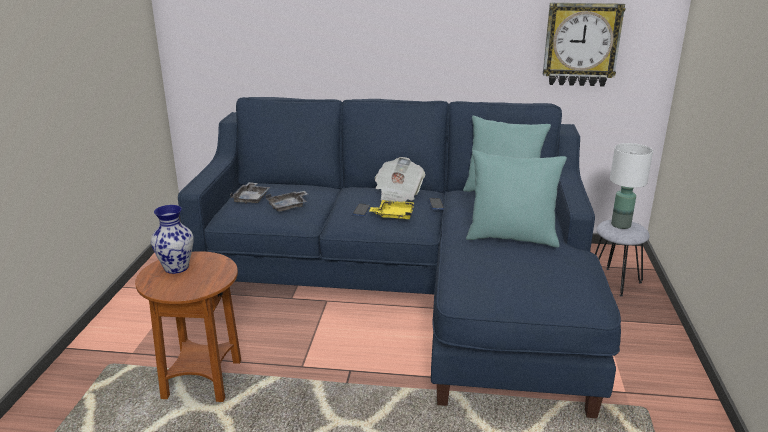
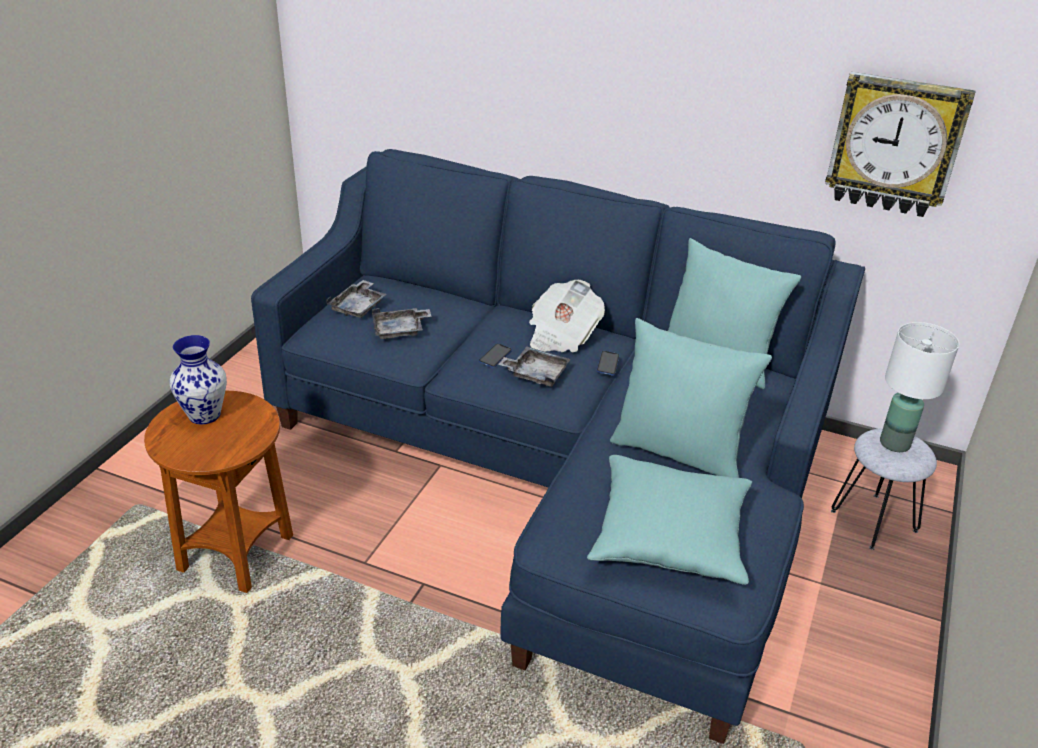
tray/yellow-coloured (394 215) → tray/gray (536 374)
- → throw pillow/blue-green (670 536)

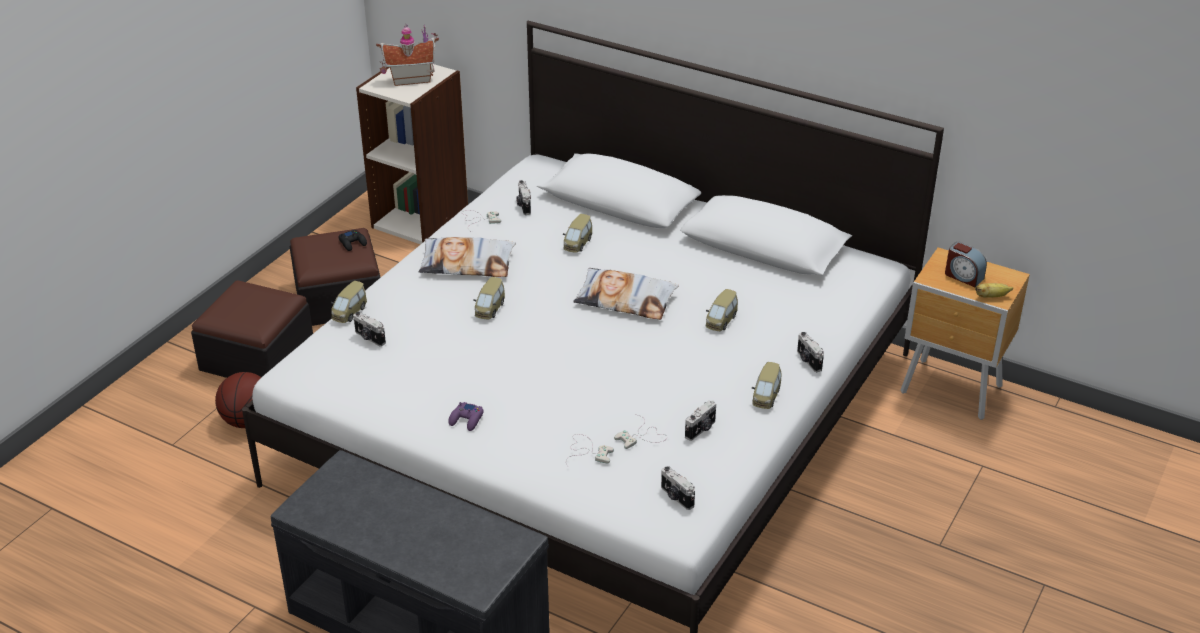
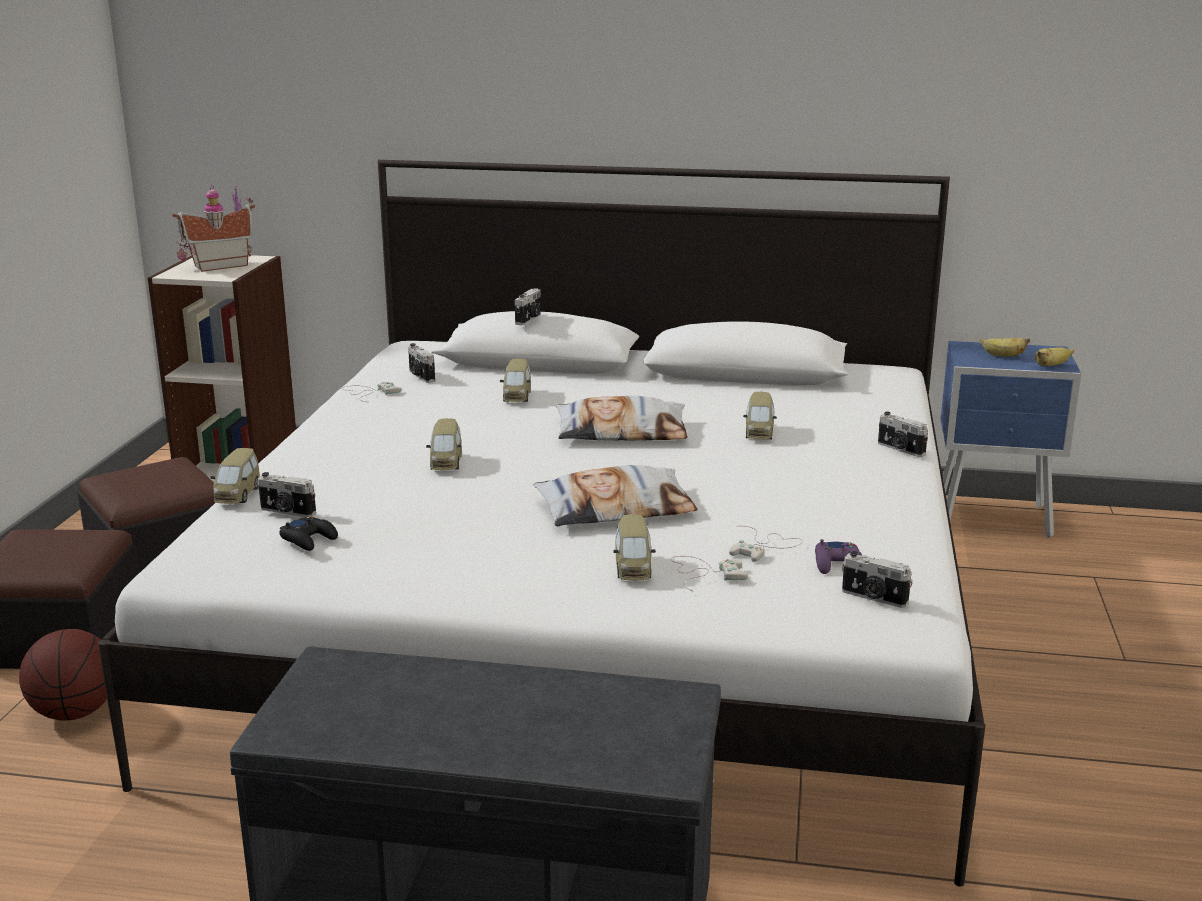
joypad/black-coloured (353 243) → joypad/black-coloured (309 539), moved
throw pillow (467 263) → throw pillow (615 509), moved
joypad/purplish (466 420) → joypad/purplish (838 564), moved
still camera (701 430) → still camera (529 319), moved
model car (766 396) → model car (633 568), moved
nightstand/brown (952 391) → nightstand/blue-coloured (995 519)
bedside clock (963 276) → whole banana (1002 356)

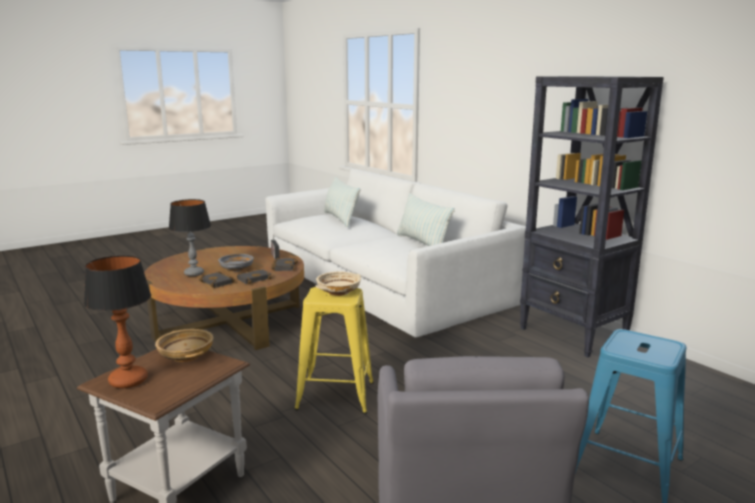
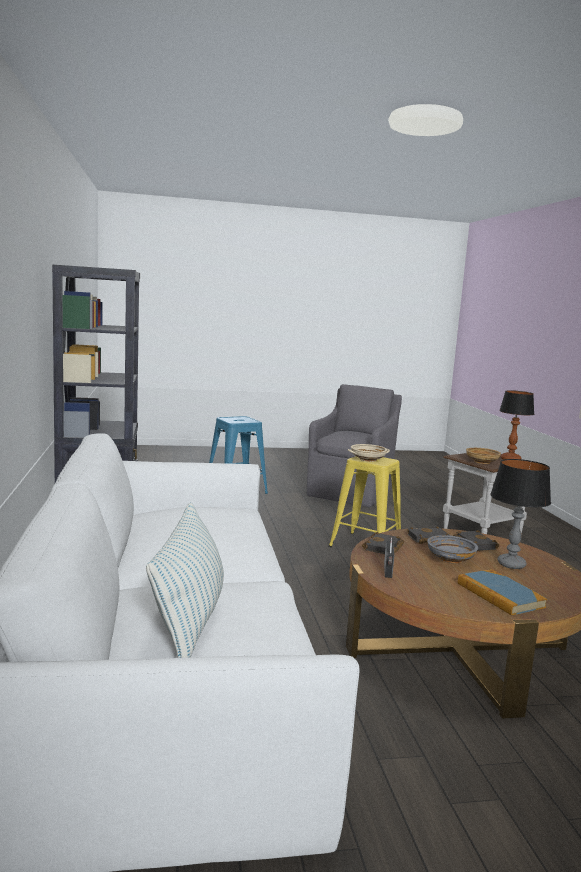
throw pillow (422 243) → -
- → volume (500 595)

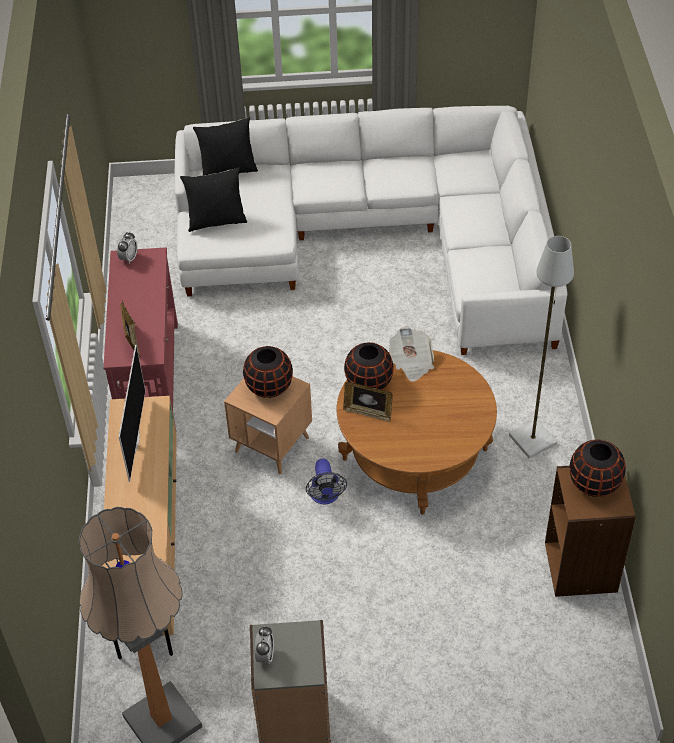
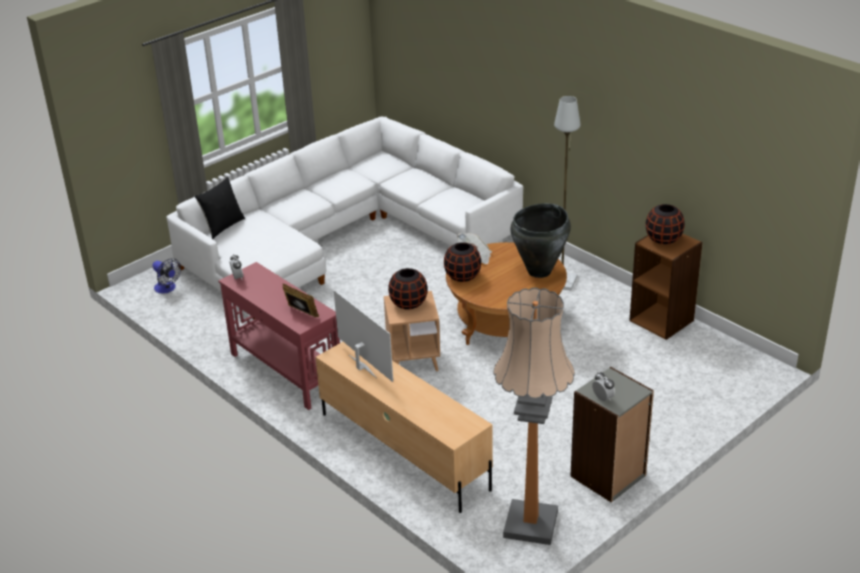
throw pillow/black-coloured (216 220) → -
electric fan (325 497) → electric fan (167 289), moved
standing frame (368 412) → -
- → decorative vase/black-coloured (539 271)

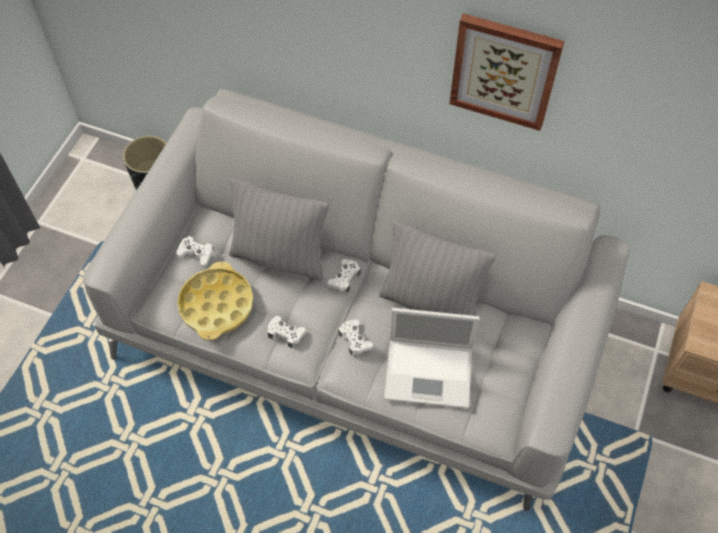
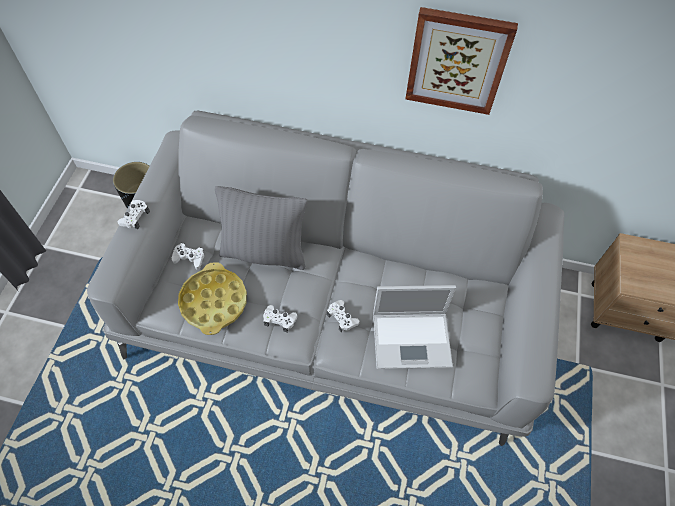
joypad/whitish (344 278) → joypad/whitish (135 217), moved
throw pillow/gray (431 302) → -

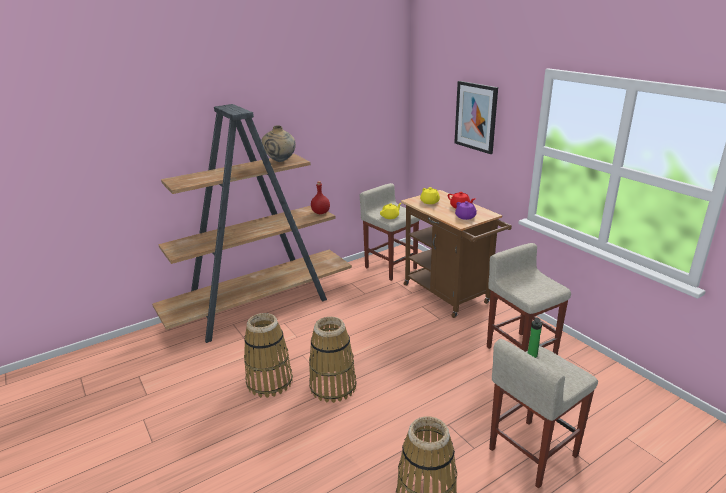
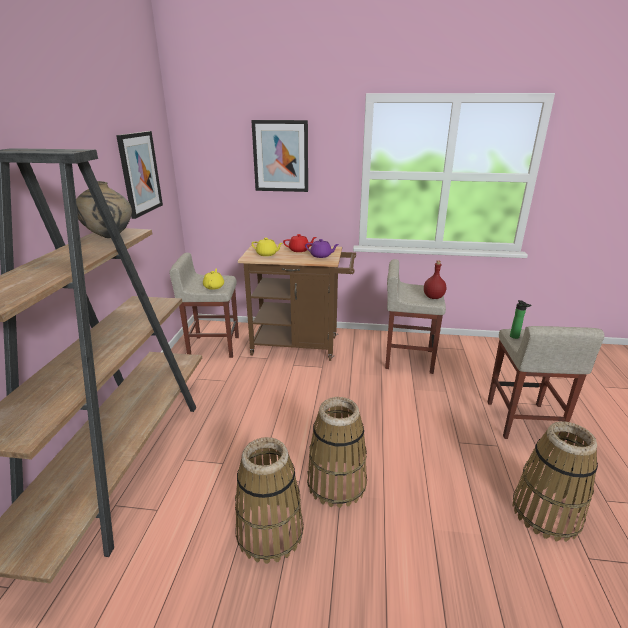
bottle/red (320 213) → bottle/red (434 297), moved
- → wall art (140 173)

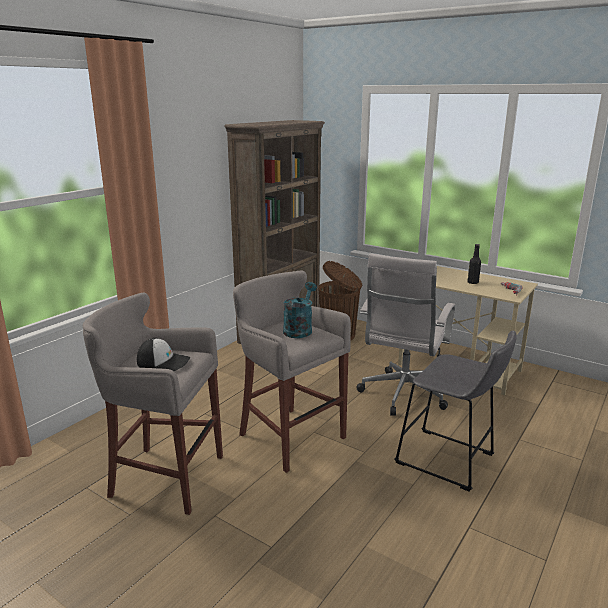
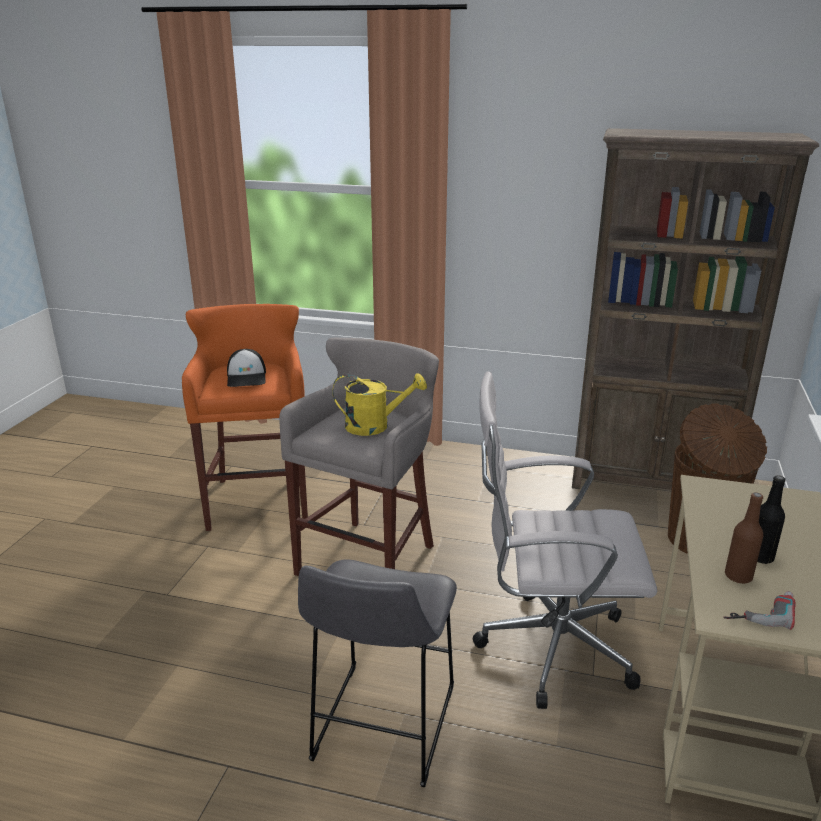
stool/gray (164 477) → stool/orangey (259 499)
watering can/blue-green (299 329) → watering can/yellow-coloured (375 426)
- → bottle/brown (738 576)

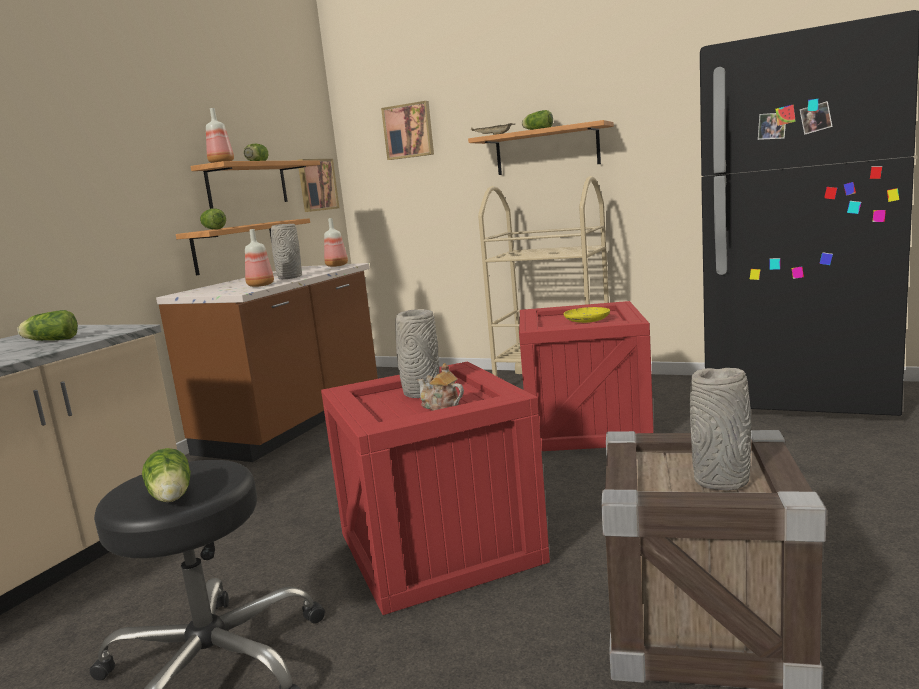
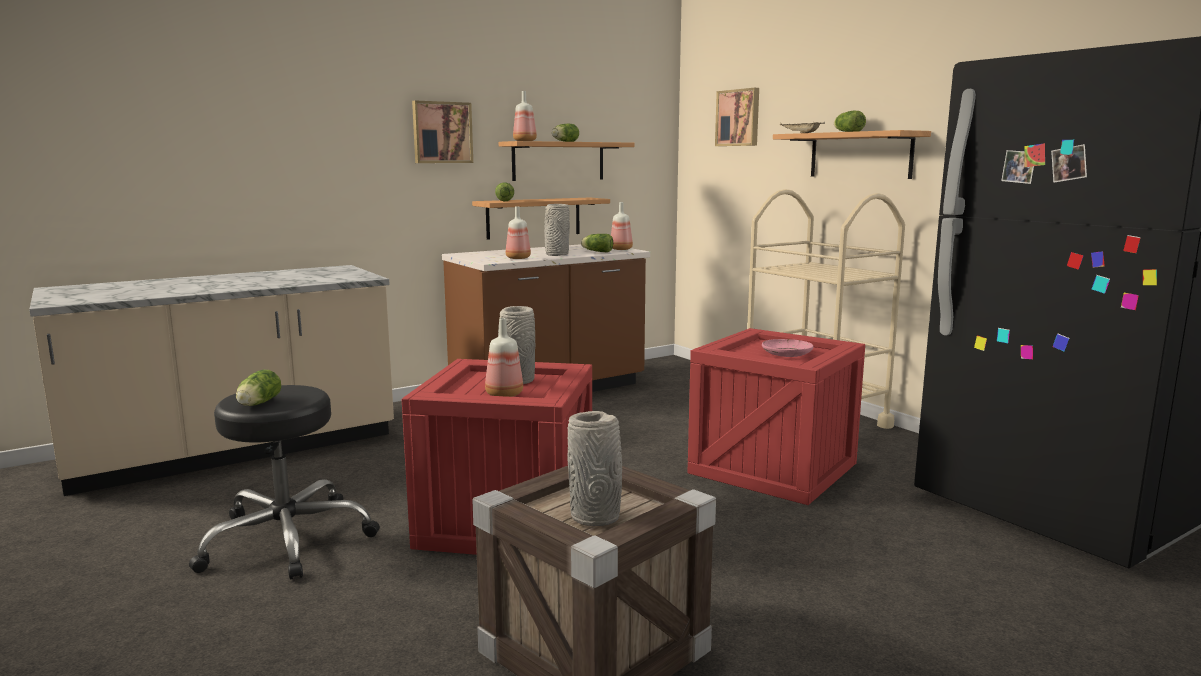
lettuce head (50 340) → lettuce head (596 251), moved
wall art (316 185) → wall art (442 132), moved
pot for tea (440 406) → bottle (503 395)
dinner plate/yellow-coloured (587 320) → dinner plate/pinkish (786 354)

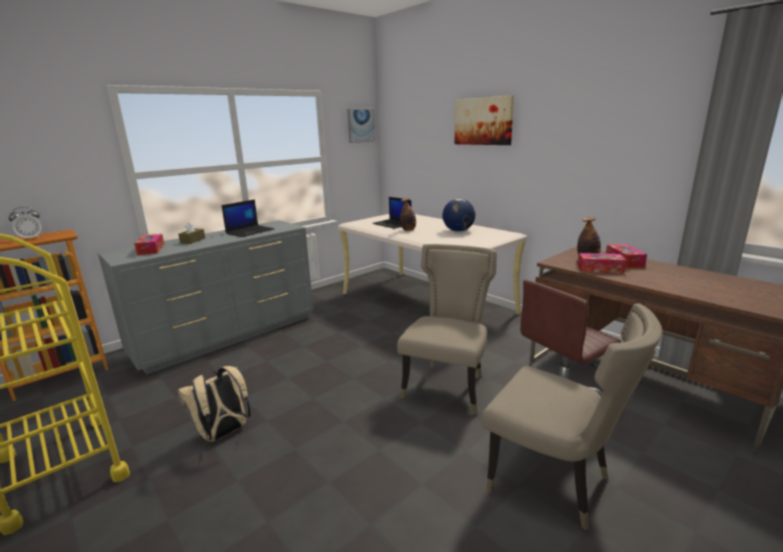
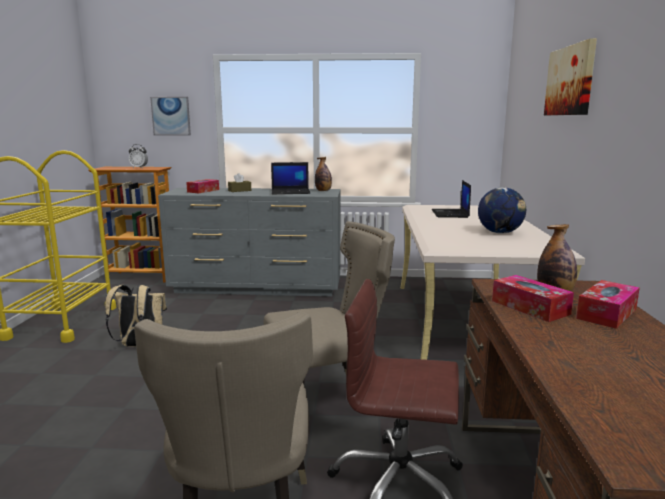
wall art (360 125) → wall art (171 116), moved
bottle (408 230) → bottle (323 191), moved

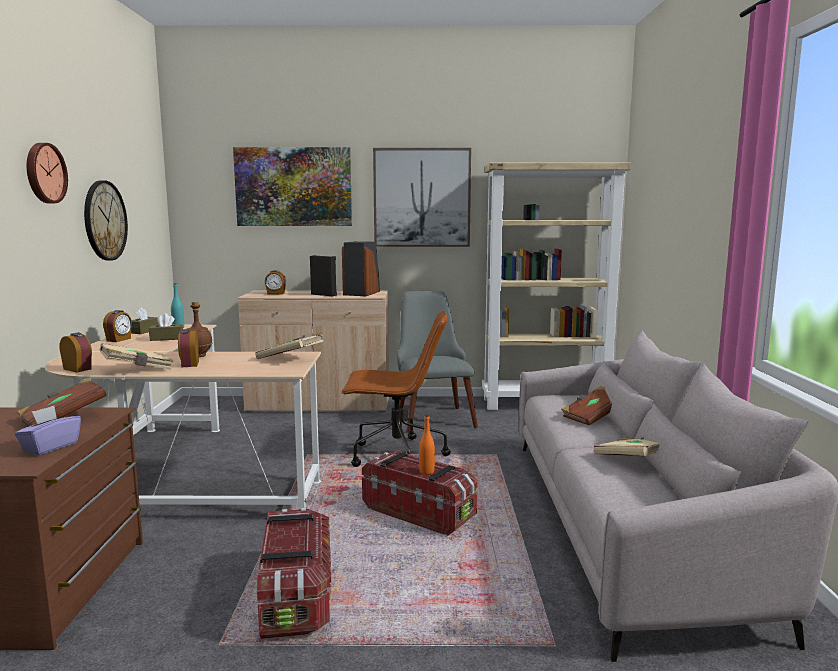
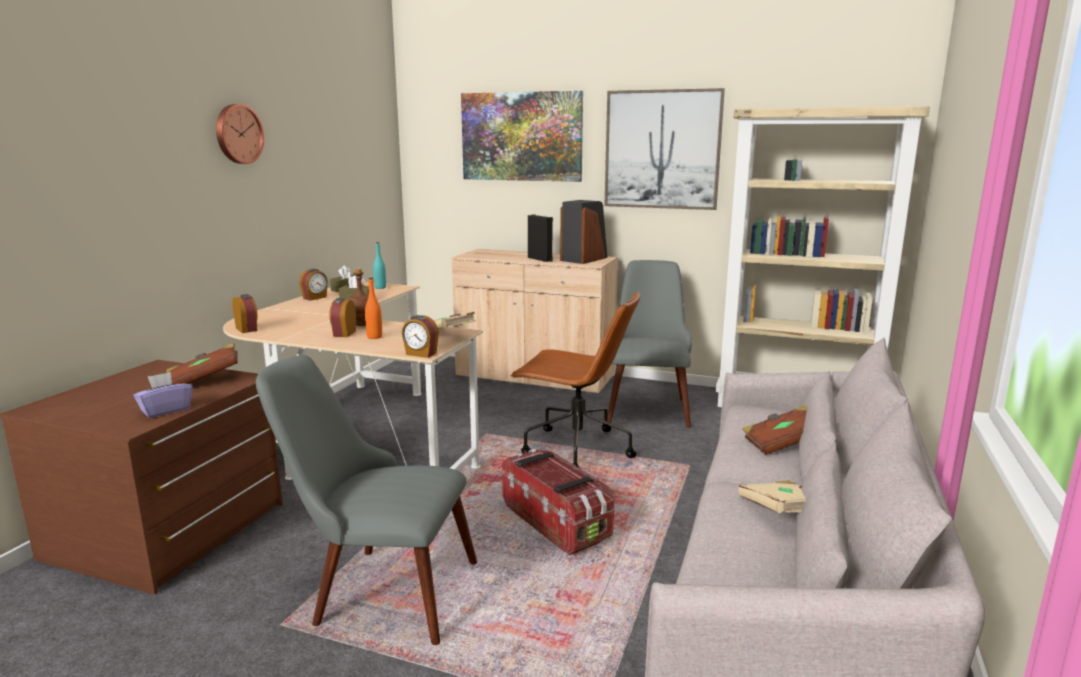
wall clock (105 220) → -
volume/beige-coloured (137 369) → -
storage container (296 596) → plain chair/gray (377 591)
bedside clock (275 293) → bedside clock (421 354), moved
bottle/orangey (426 472) → bottle/orangey (374 337), moved

